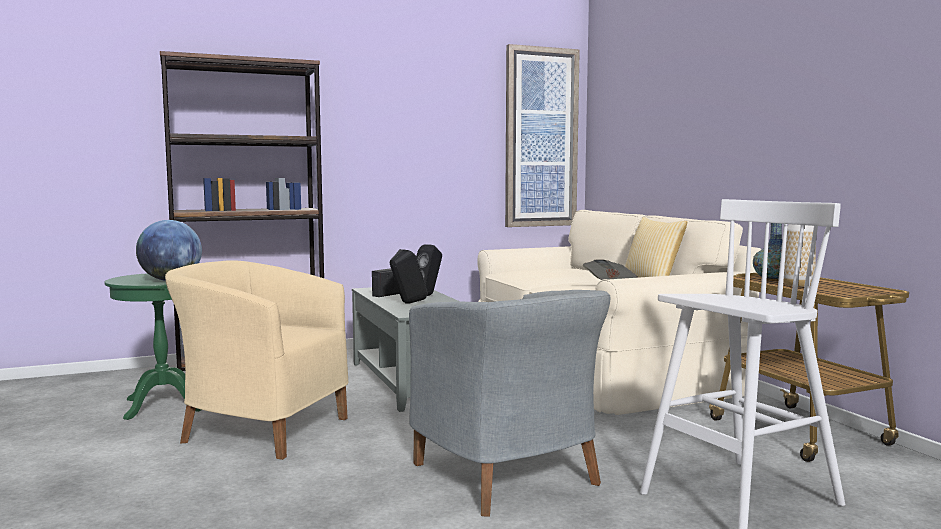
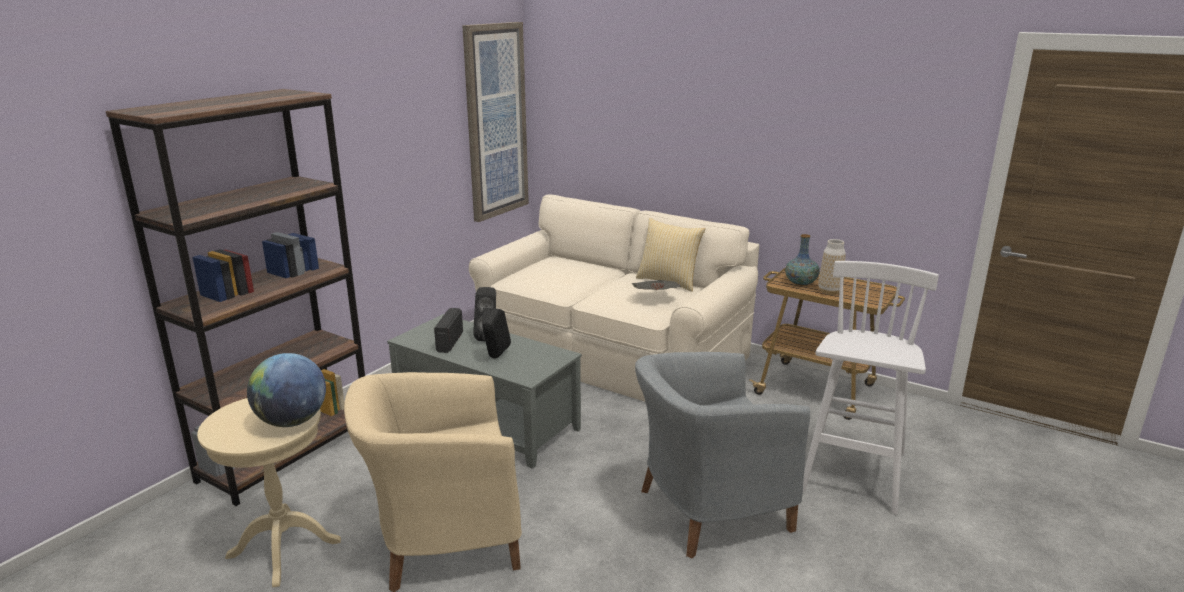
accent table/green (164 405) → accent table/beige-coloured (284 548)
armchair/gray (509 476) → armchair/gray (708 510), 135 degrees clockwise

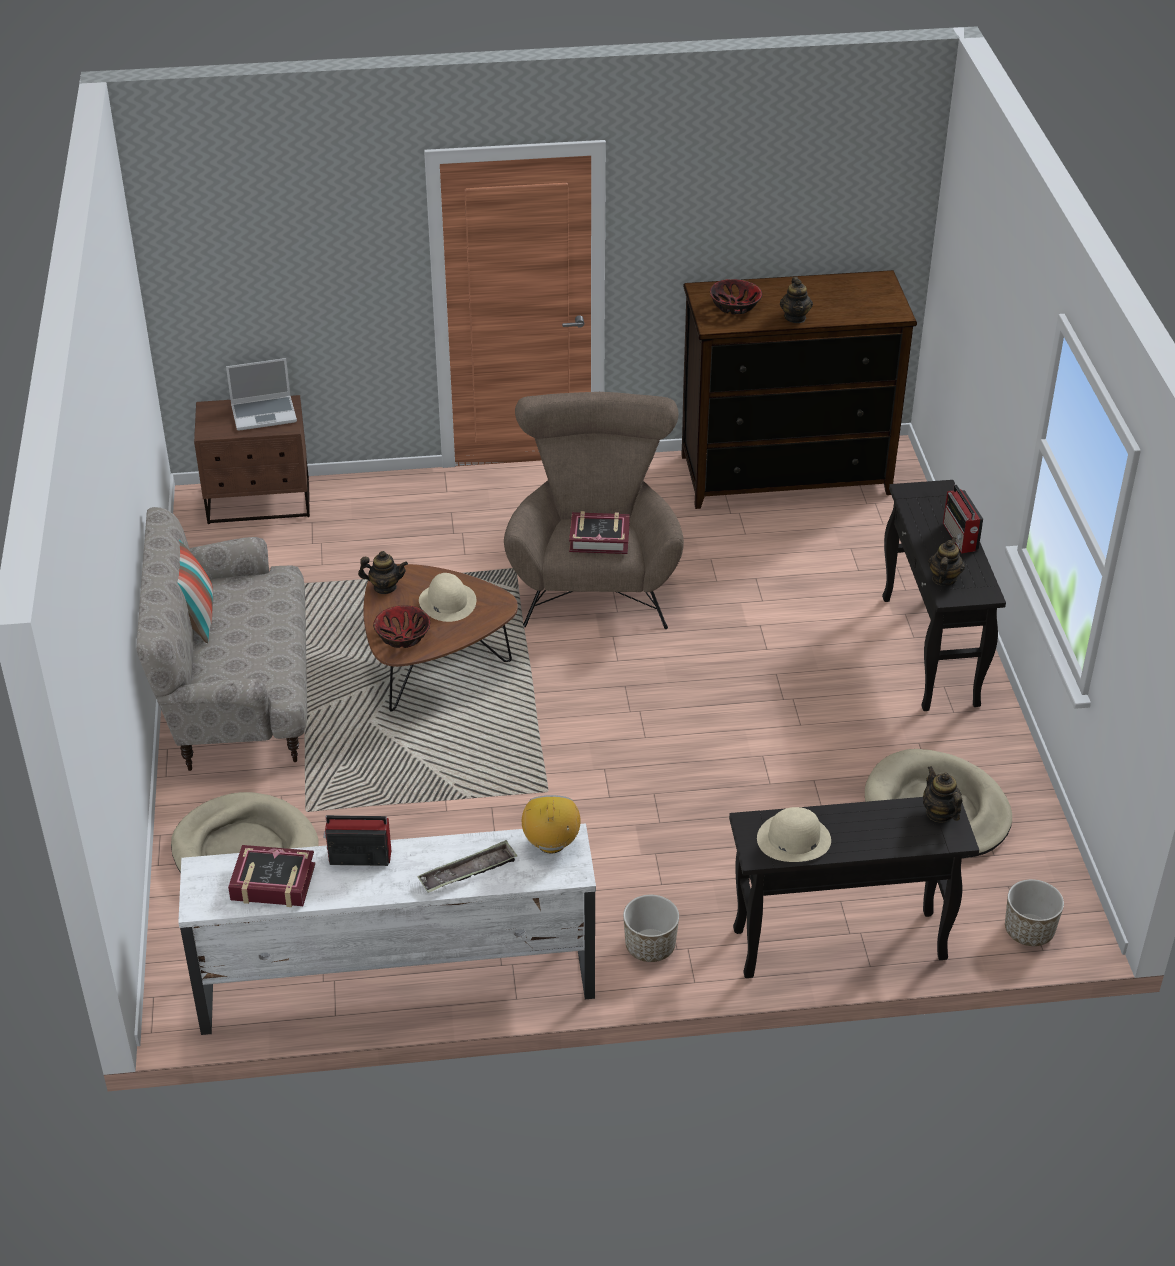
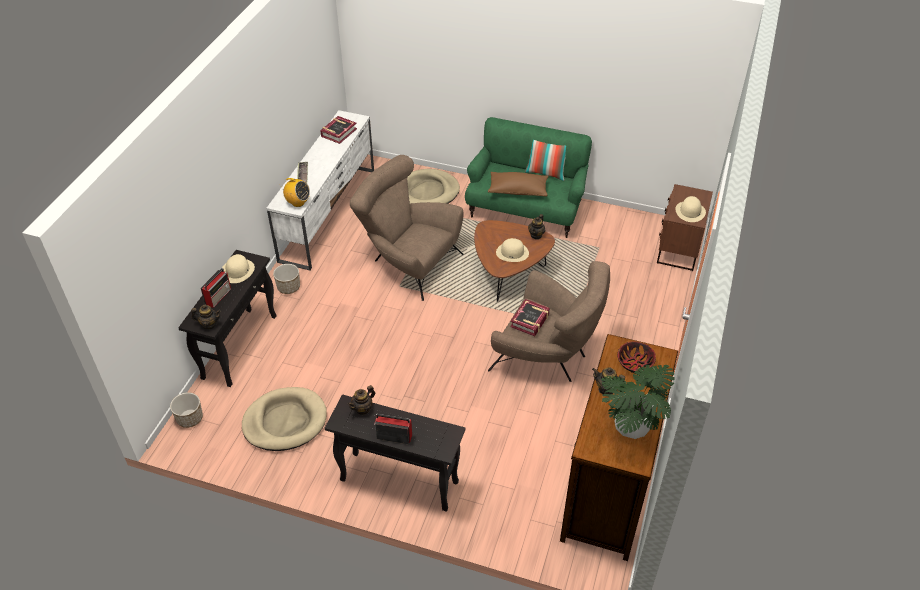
couch/beige-coloured (238 696) → couch/green (525 210)
portable computer (264 413) → hat/beige-coloured (690 211)
radio (358 857) → radio (219 296), moved
serving bowl (402 636) → -
pot for tea (943 579) → pot for tea (363 409), 90 degrees clockwise
- → armchair/brown (408 262)
- → throw pillow/brown (518 190)
- → houseplant (631 426)

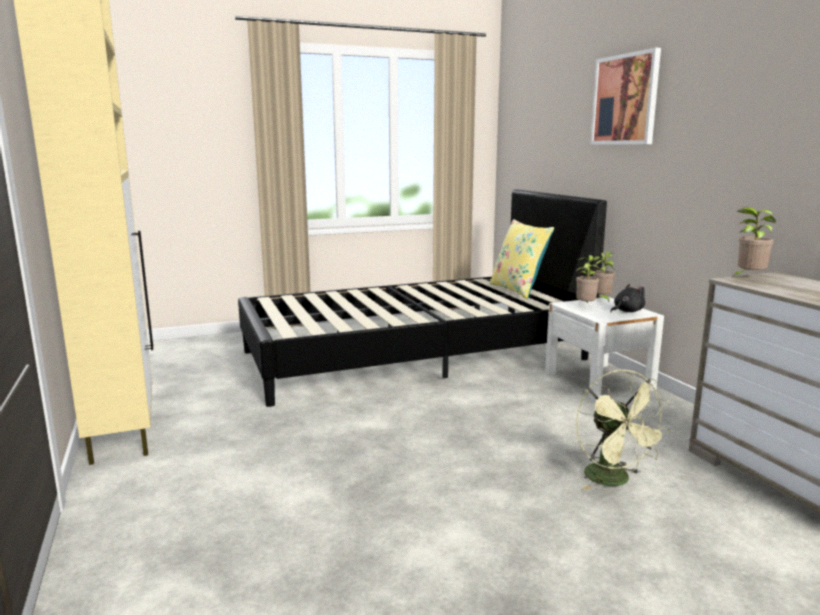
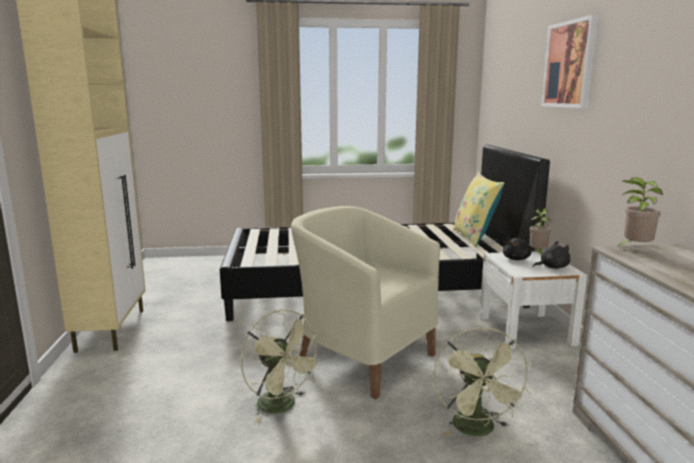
houseplant (586 306) → cuddly toy/black-coloured (516 259)
- → electric fan/green (282 406)
- → armchair/beige-coloured (362 357)

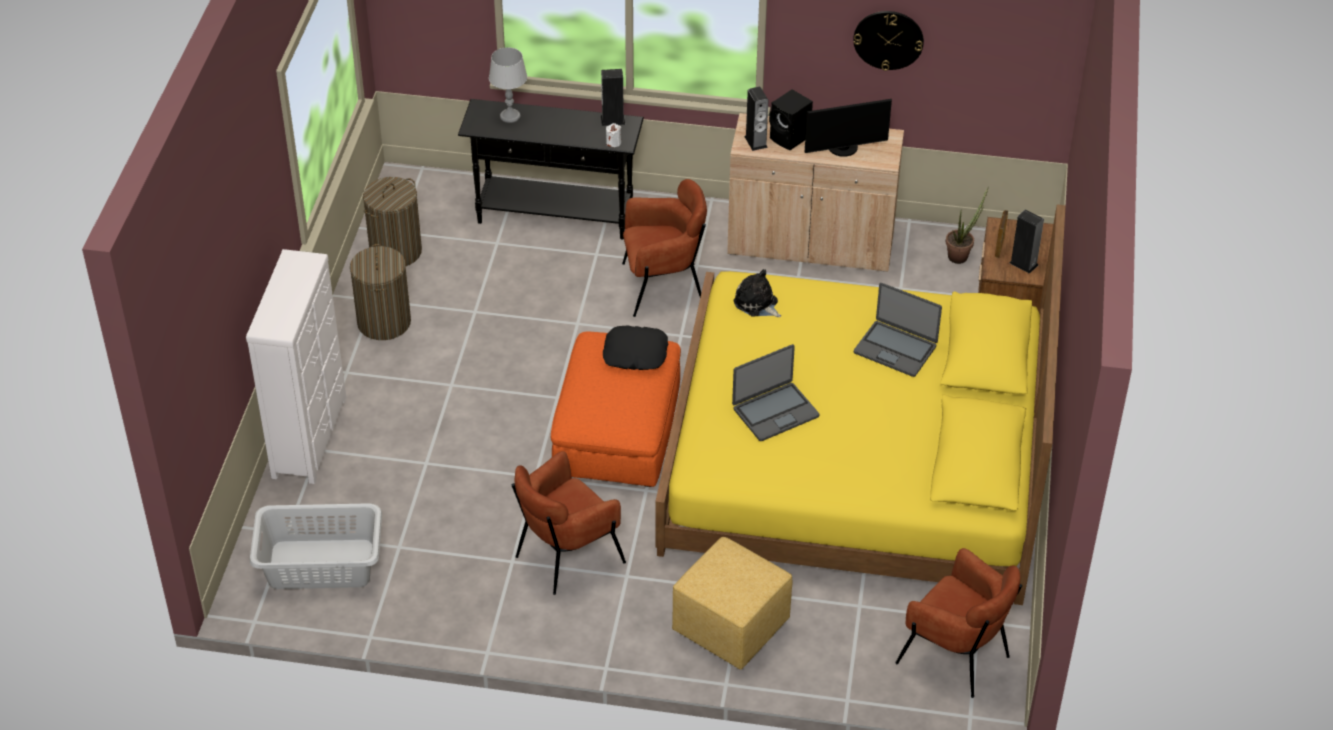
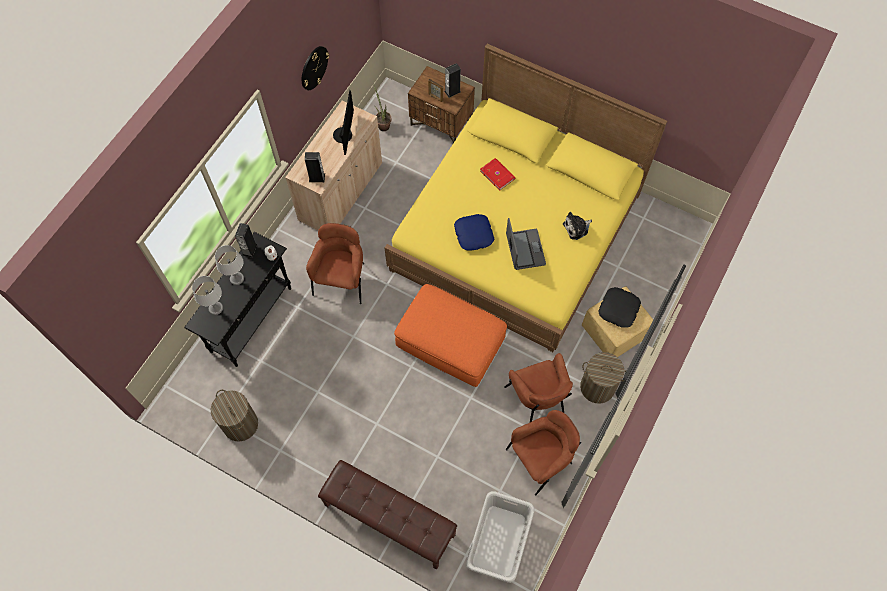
chest of drawers/whitish (311 436) → bench/brown (389 520)
hamper (384 322) → hamper (597 387), moved
throw pillow/black-coloured (635 354) → throw pillow/black-coloured (619 309), moved
cuddly toy (757 304) → cuddly toy (577 228), moved
speaker/black-coloured (790 138) → -
portable computer (895 349) → volume/red (497 174)
armchair/brown (956 656) → armchair/brown (540 459), moved
- → tabletop lamp/gray (237 279)
- → throw pillow/blue-coloured (473 234)

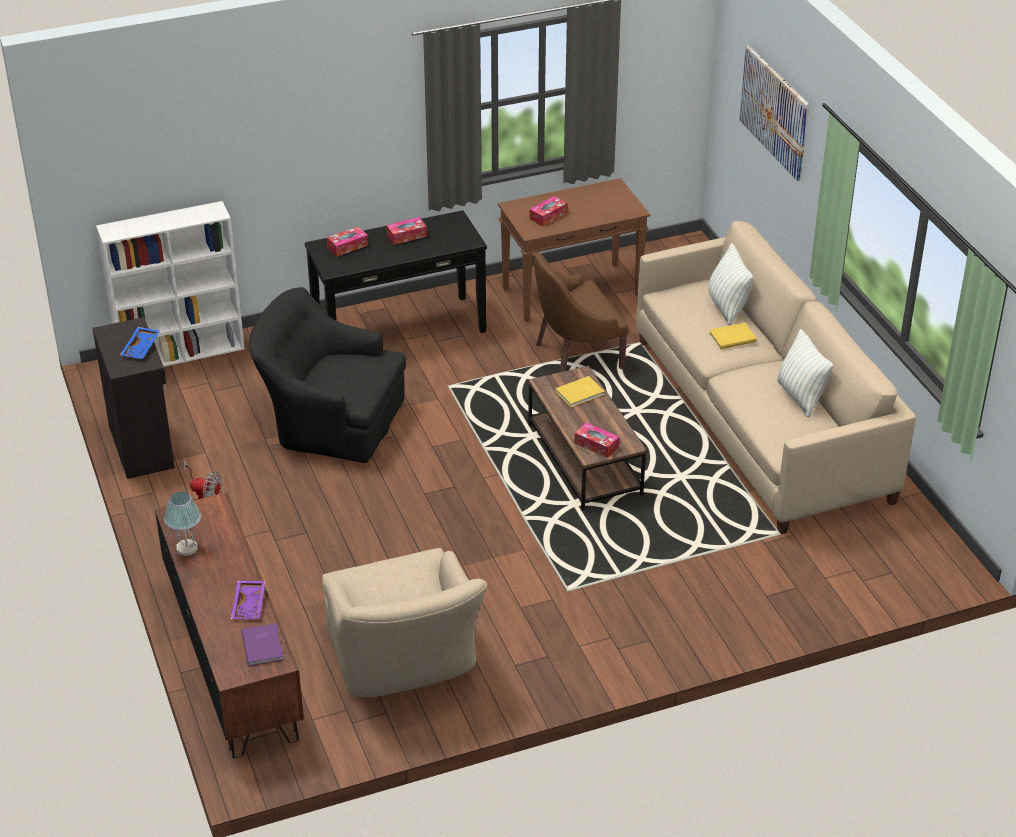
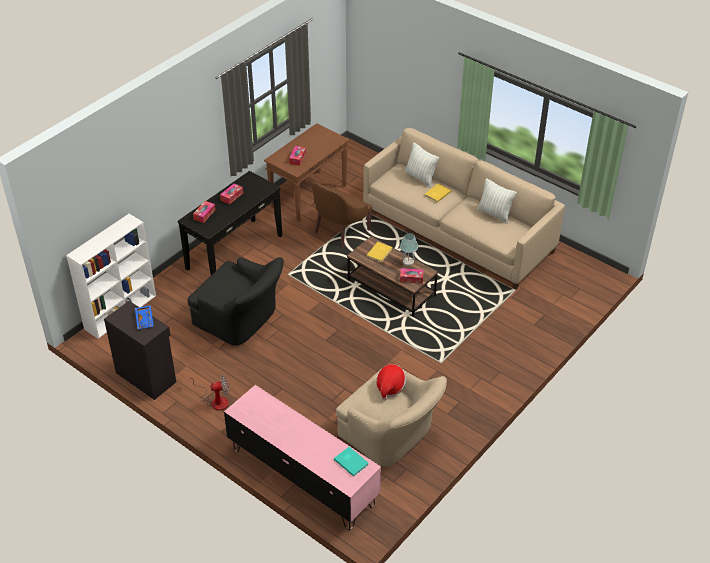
tv unit/brown (232 658) → tv unit/pinkish (302 475)
tabletop lamp (186 548) → tabletop lamp (408 262), moved
tray/purplish (250 605) → -
volume/purplish (263 645) → volume/blue-green (351 461)
armchair/black-coloured (330 422) → armchair/black-coloured (241 320), 135 degrees counterclockwise
wall art (774 112) → -
- → hat (390 387)

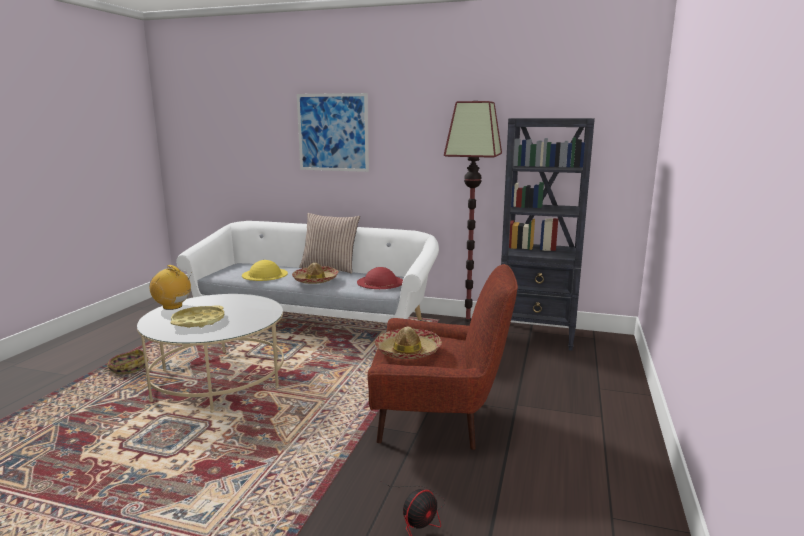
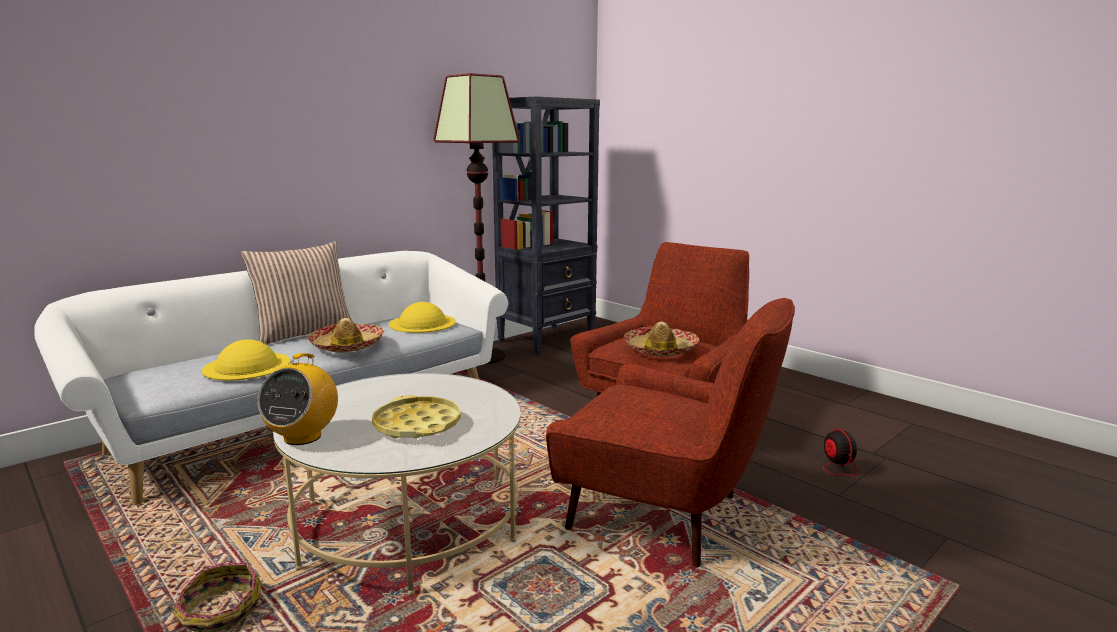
radio (173 306) → radio (302 437), 45 degrees counterclockwise
wall art (333 132) → -
hat/red (380 282) → hat/yellow-coloured (422 323)
- → armchair/red (665 516)

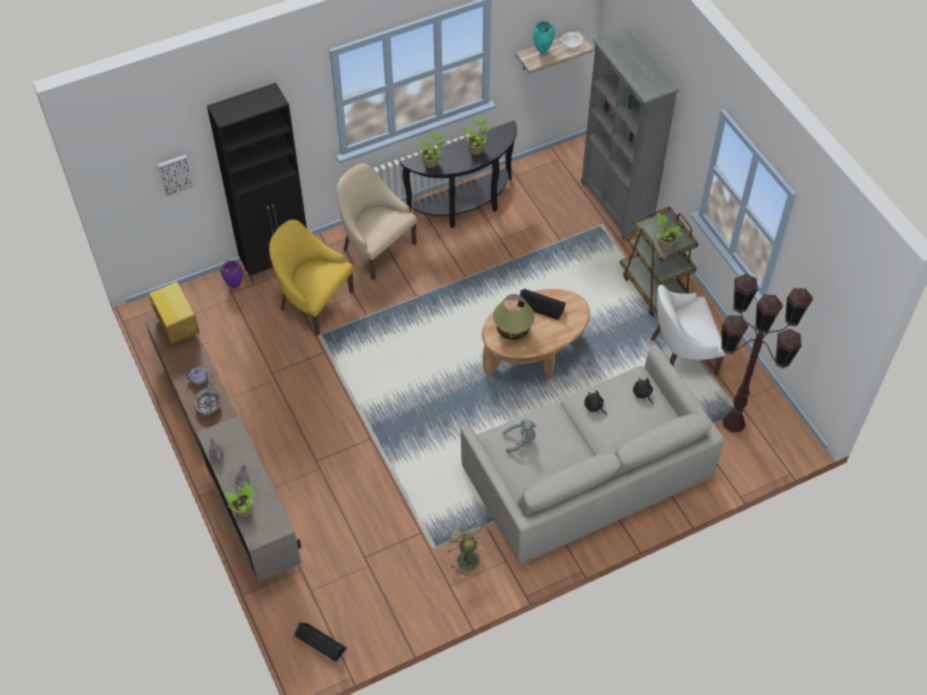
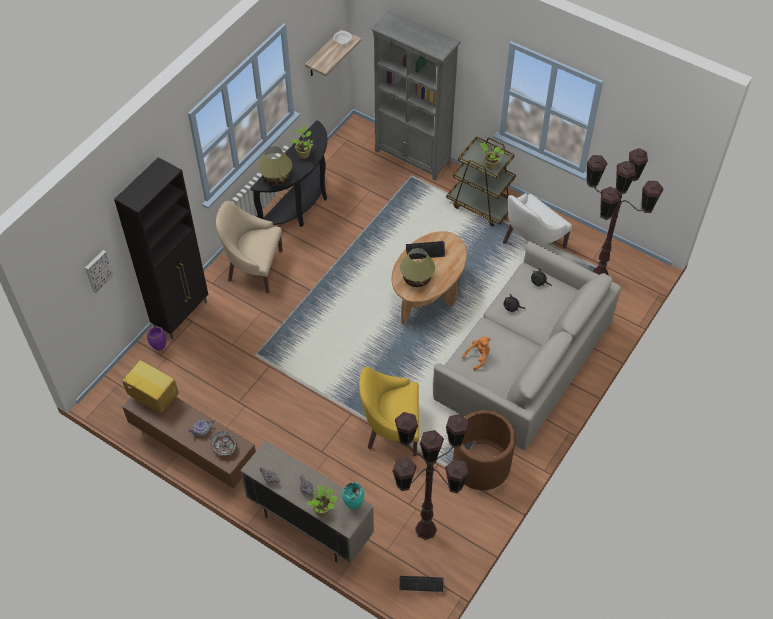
armchair/yellow-coloured (314 302) → armchair/yellow-coloured (391 429), moved
houseplant (431 162) → tabletop lamp (276 178)
electric fan/green (464 556) → plant pot/brown (481 465)
cuddly toy/gray (521 440) → cuddly toy/orangey (478 357)
decorative vase/blue-green (542 52) → decorative vase/blue-green (354 506), moved
- → standard lamp/brown (425 529)

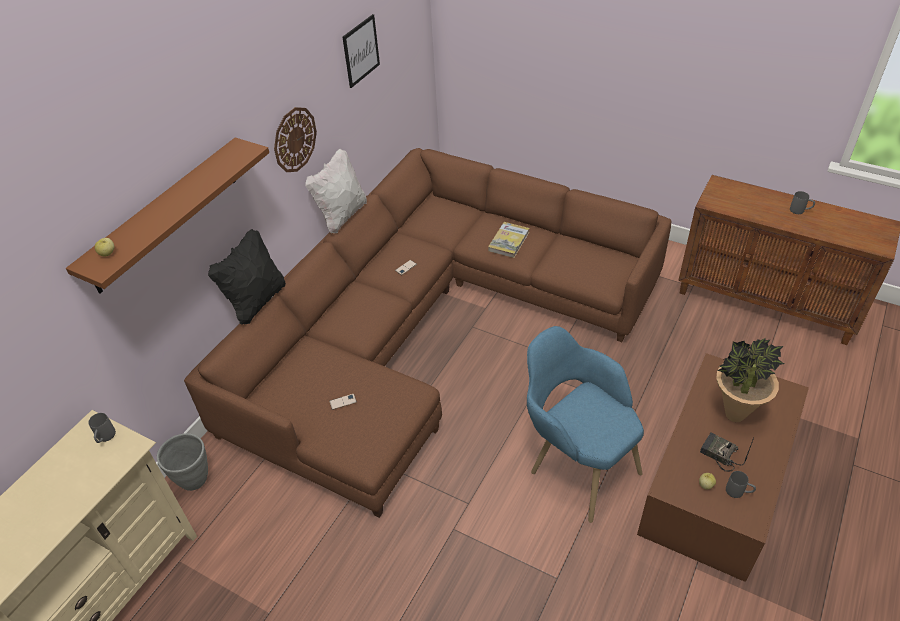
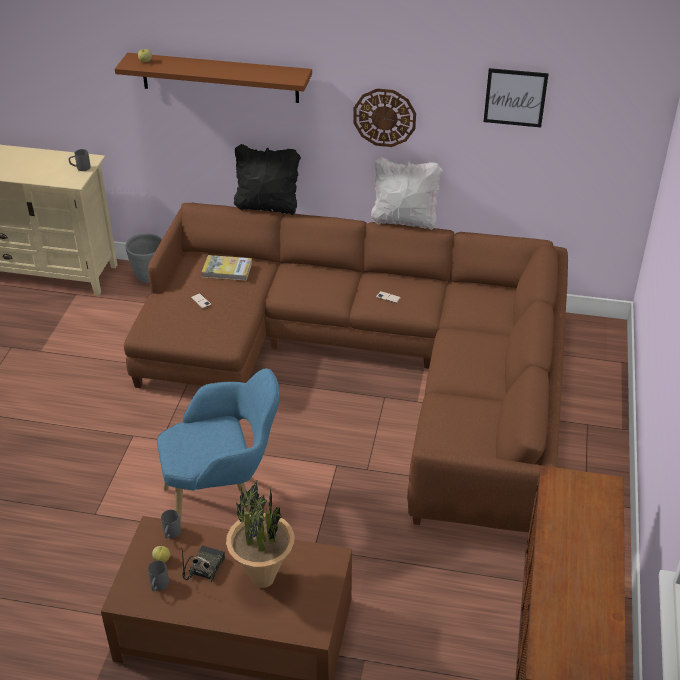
volume (508 241) → volume (227 270), moved
armchair/blue-coloured (575 464) → armchair/blue-coloured (225 508), 45 degrees clockwise
tea mug/gray (800 211) → tea mug/gray (171 535), moved

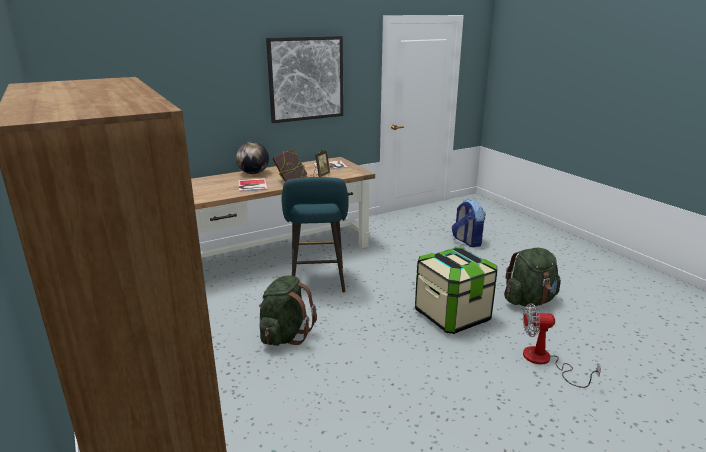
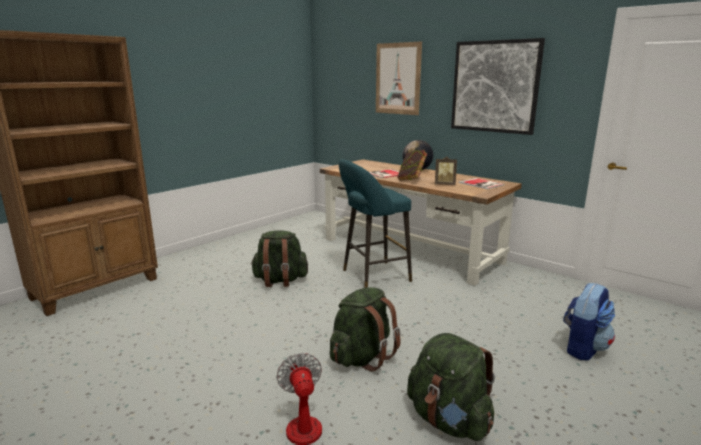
storage container (452 315) → knapsack/green (362 357)
- → wall art (398 79)

